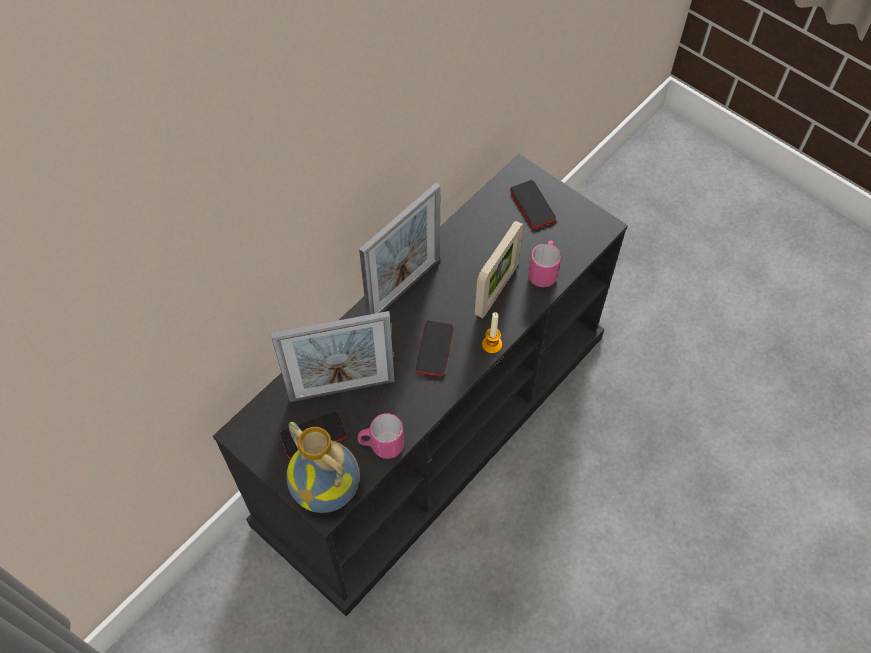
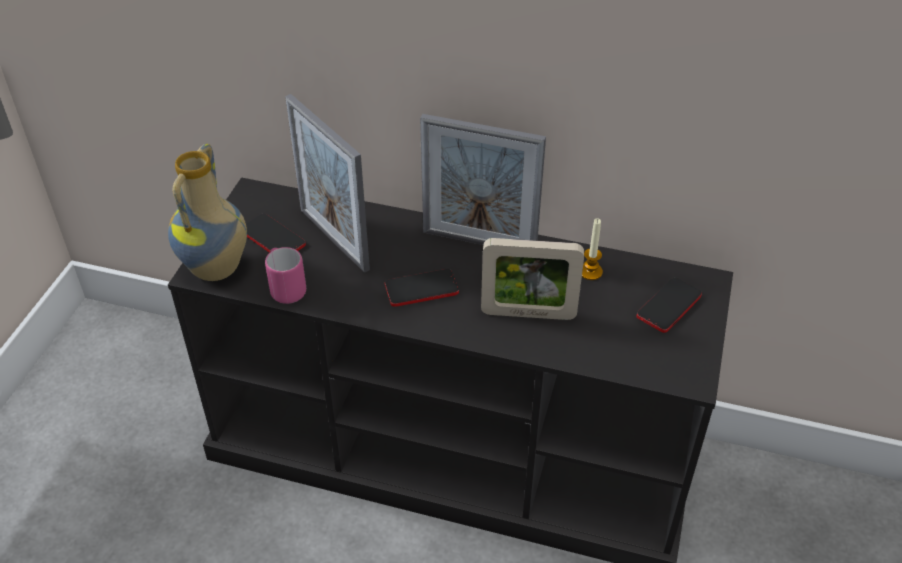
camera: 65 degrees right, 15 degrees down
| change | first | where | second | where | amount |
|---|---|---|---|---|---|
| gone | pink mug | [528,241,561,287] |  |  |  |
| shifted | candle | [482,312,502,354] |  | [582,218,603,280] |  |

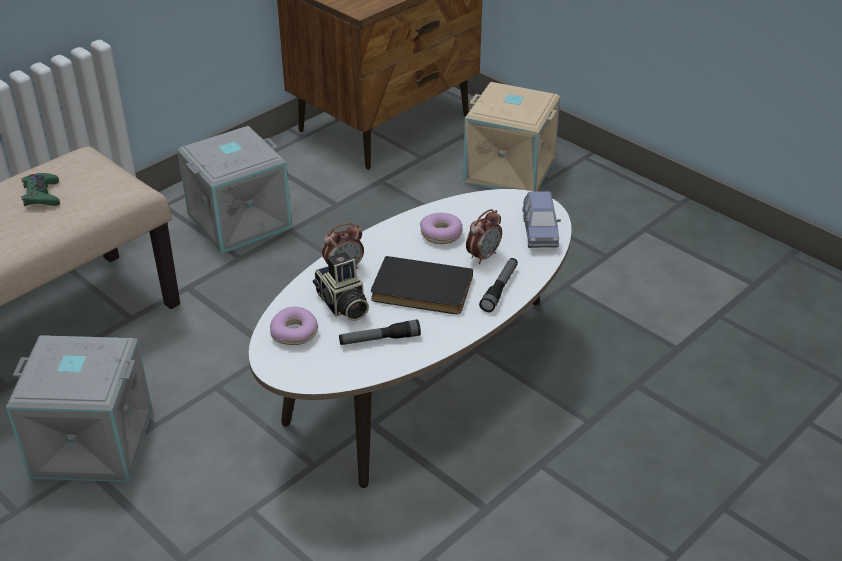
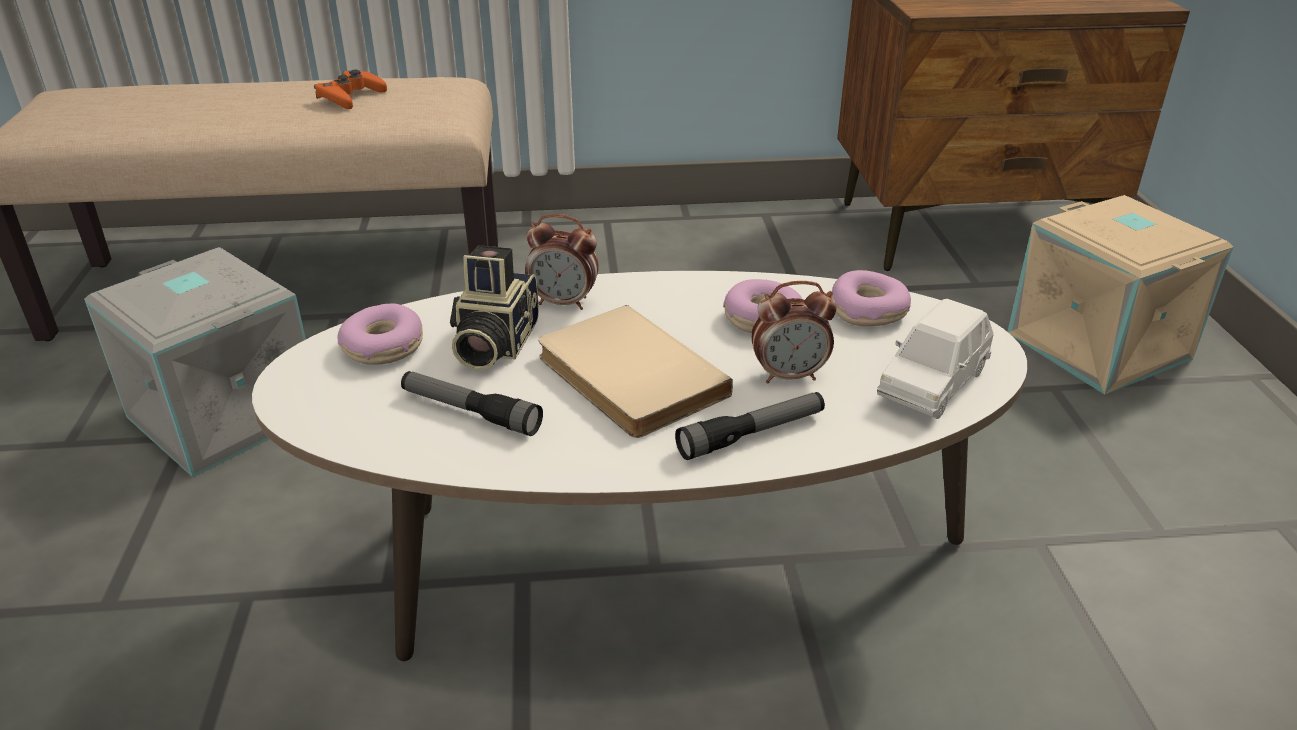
camera: 40 degrees right, 5 degrees down
| change | first | where | second | where | amount |
|---|---|---|---|---|---|
| gone | grey storage box | [177,126,292,254] |  |  |  |
| new |  |  | donut | [831,270,911,326] |  |
| repainted | green game controller | [21,173,60,206] | orange game controller | [314,70,387,109] |  |
| repainted | black book | [371,256,473,314] | beige book | [538,305,733,438] |  |
| repainted | blue toy car | [522,191,561,248] | white toy car | [877,299,994,419] |  |

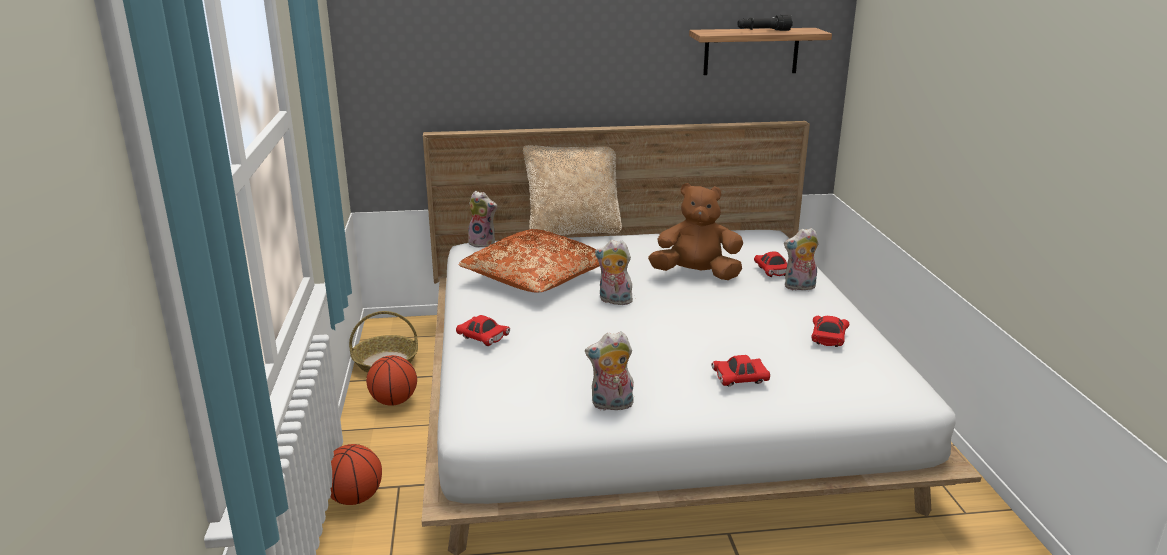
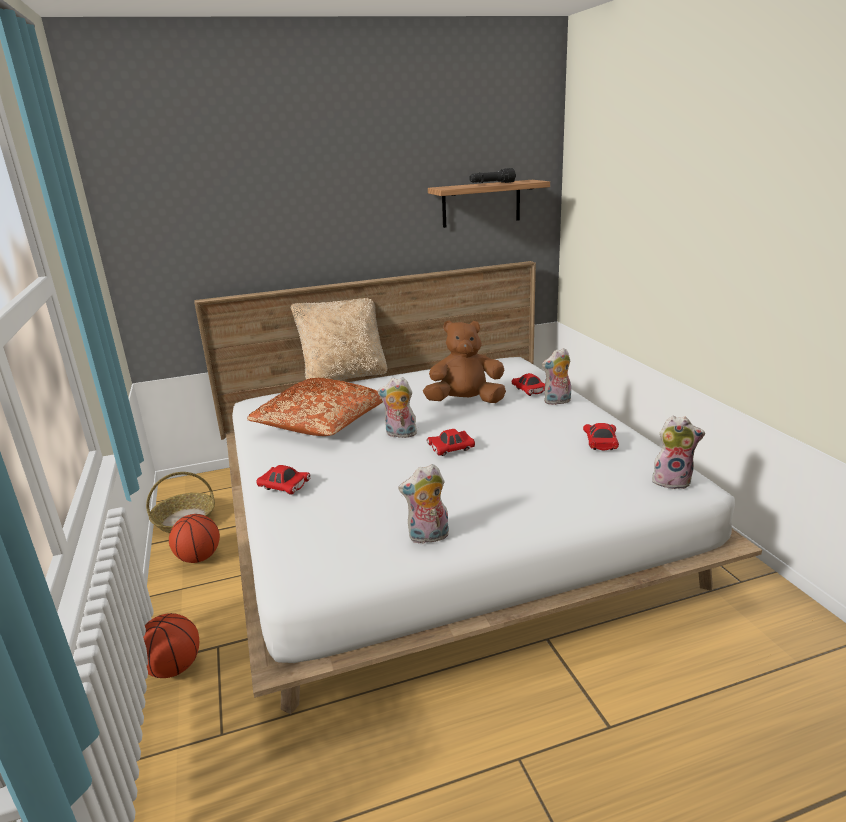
camera: 10 degrees left, 0 degrees up
| change | first | where | second | where | amount |
|---|---|---|---|---|---|
| shifted | plush toy | [467,191,497,248] |  | [651,416,705,489] |  |
| shifted | red toy car | [711,355,770,386] |  | [427,429,475,456] |  |

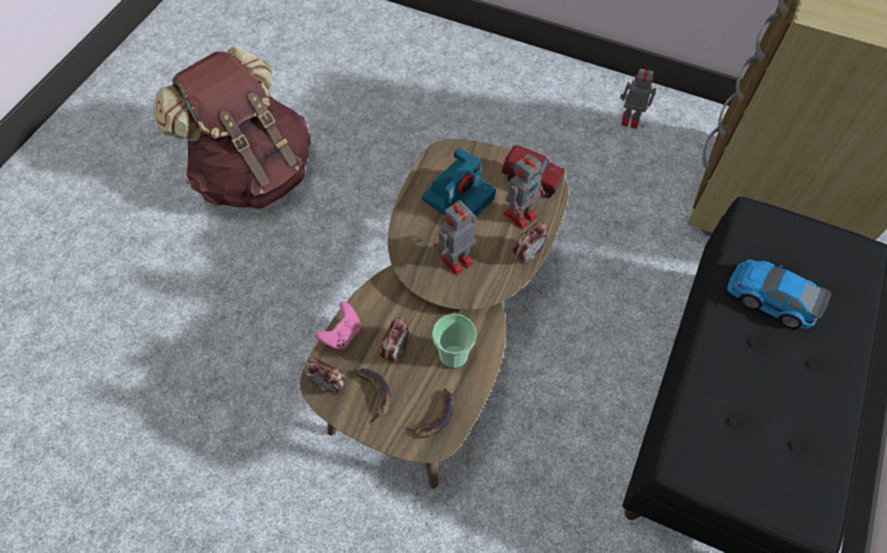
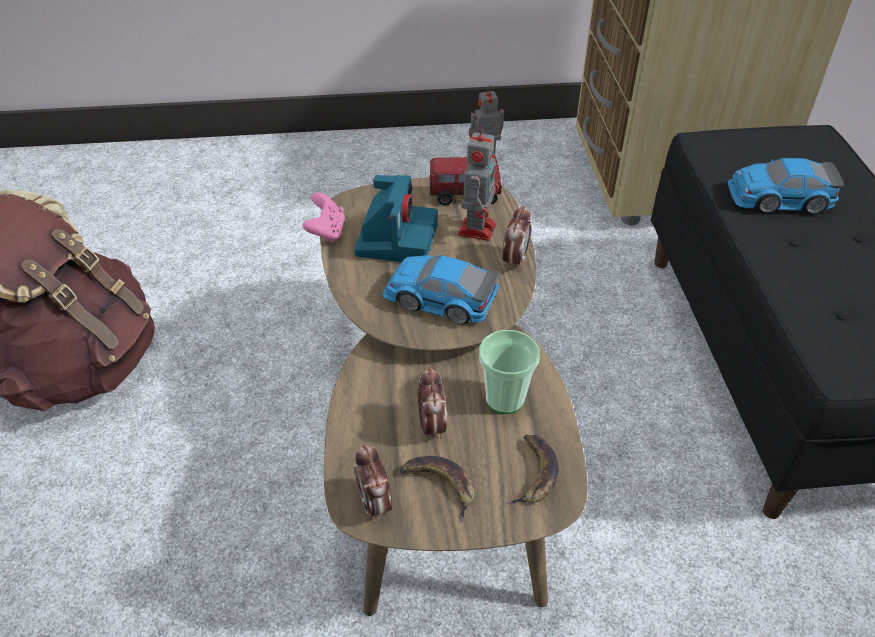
camera: 30 degrees left, 15 degrees down
| change | first | where | second | where | amount |
|---|---|---|---|---|---|
| shifted | pink game controller | [315,301,361,350] |  | [303,192,345,243] |  |
| swapped | toy robot | [434,201,476,276] | toy car | [383,254,499,325] |  |
| rotated | alarm clock | [306,358,346,394] |  | [354,444,392,520] | 75 degrees clockwise |

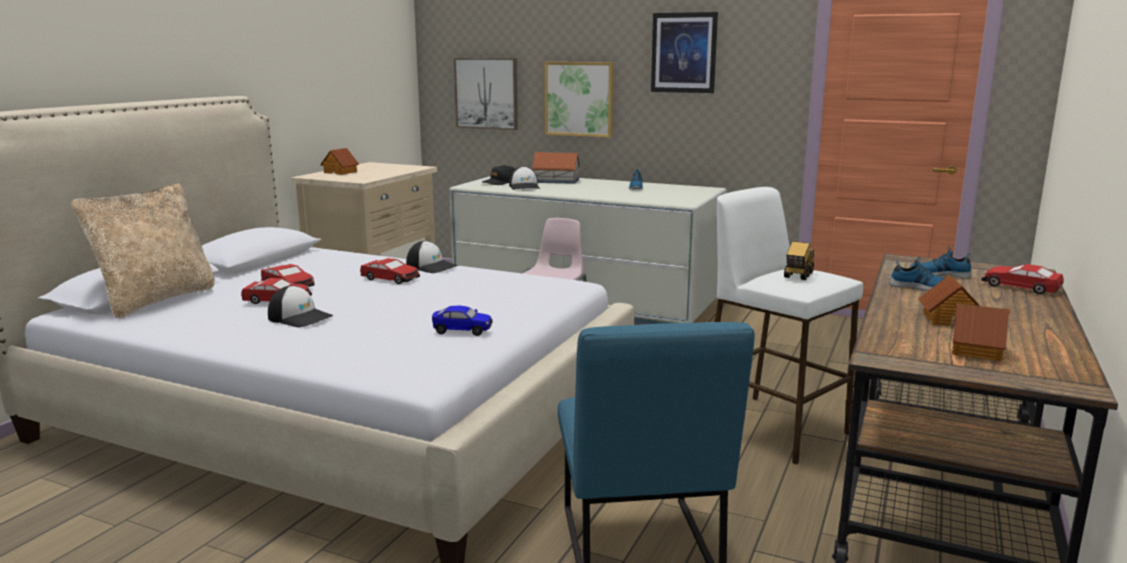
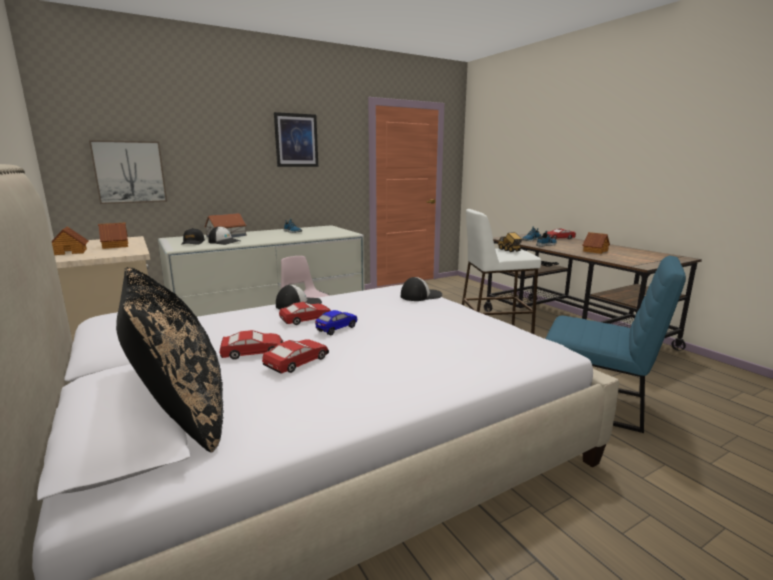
camera: 55 degrees left, 0 degrees up
| change | first | where | second | where | amount |
|---|---|---|---|---|---|
| gone | picture | [545,62,614,138] |  |  |  |
| shifted | cap | [268,285,333,327] |  | [401,277,443,301] |  |
| shifted | toy car | [432,306,493,336] |  | [315,310,358,336] |  |
| shifted | toy house | [952,303,1010,361] |  | [98,223,128,249] |  |
| repainted | beige pillow | [71,183,215,319] | black pillow | [116,267,224,453] |  |

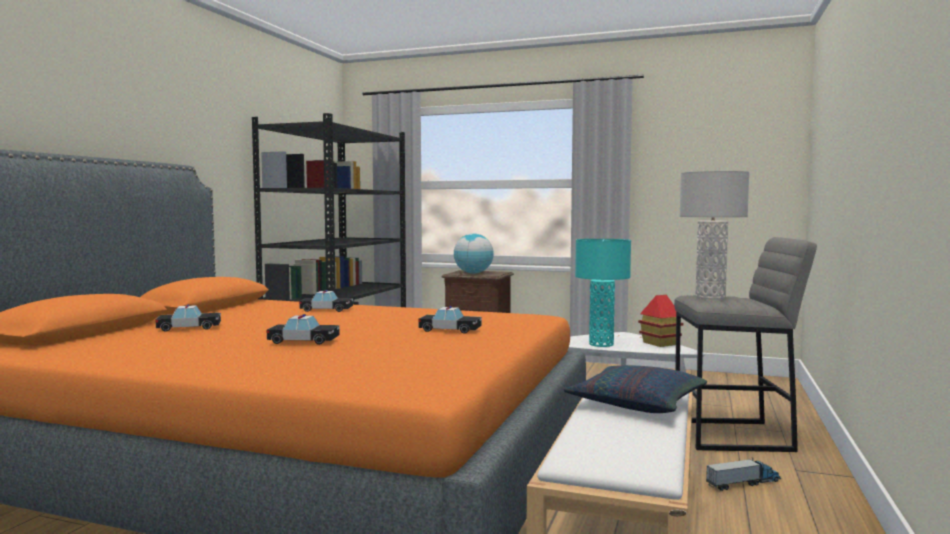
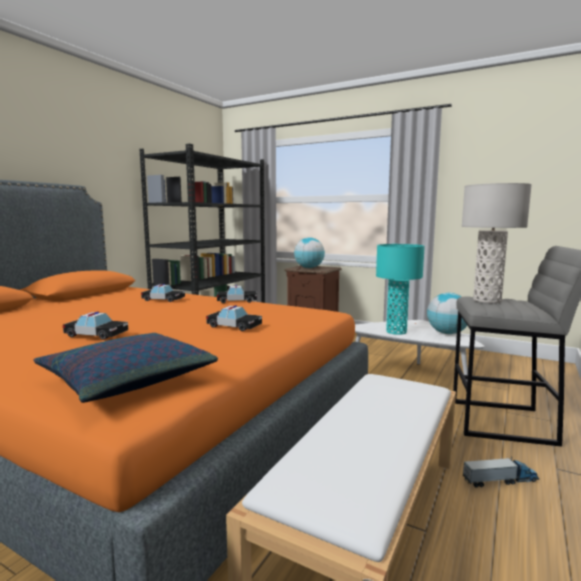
camera: 10 degrees right, 5 degrees up
| change | first | where | second | where | amount |
|---|---|---|---|---|---|
| shifted | toy car | [155,305,221,332] |  | [217,285,257,303] |  |
| shifted | blue pillow | [563,365,707,413] |  | [33,333,218,403] |  |
| swapped | toy house | [638,295,683,347] | globe | [427,293,467,334] |  |

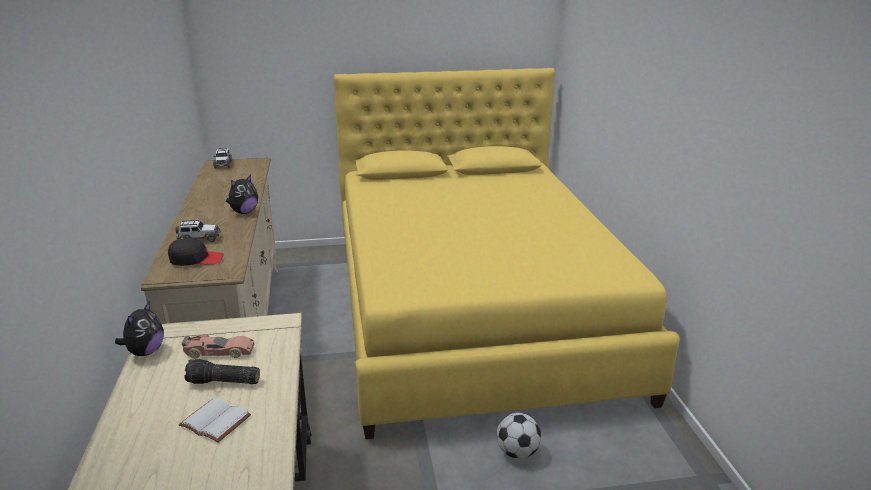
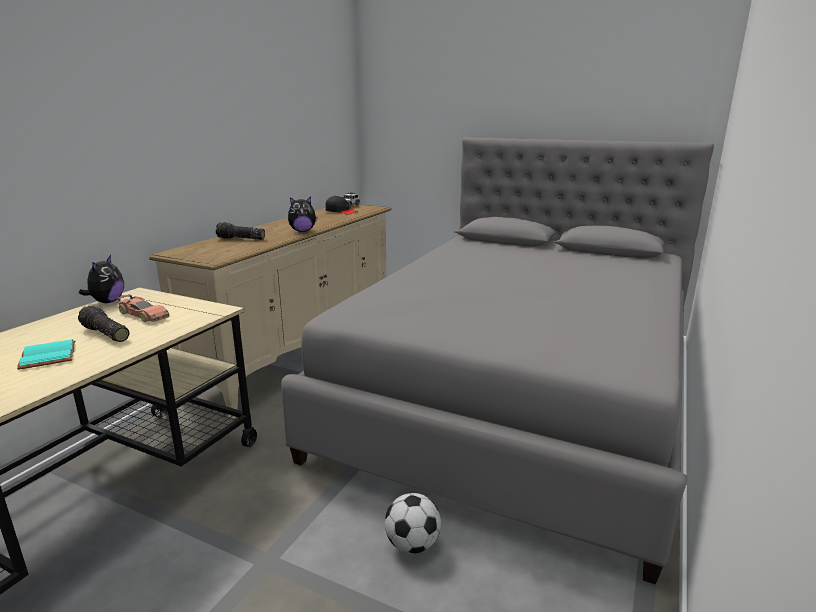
camera: 35 degrees right, 5 degrees down
| change | first | where | second | where | amount |
|---|---|---|---|---|---|
| shifted | black cap | [168,238,223,266] |  | [325,195,358,214] |  |
| swapped | toy car | [175,220,220,242] | flashlight | [216,222,265,240] |  |
| repainted | white book | [178,398,251,443] | turquoise book | [17,339,76,370] |  |
| repainted | yellow bed | [333,68,680,439] | grey bed | [281,137,714,585] |  |
| rotated | plush toy | [115,301,164,356] |  | [79,255,124,303] | 45 degrees counterclockwise |

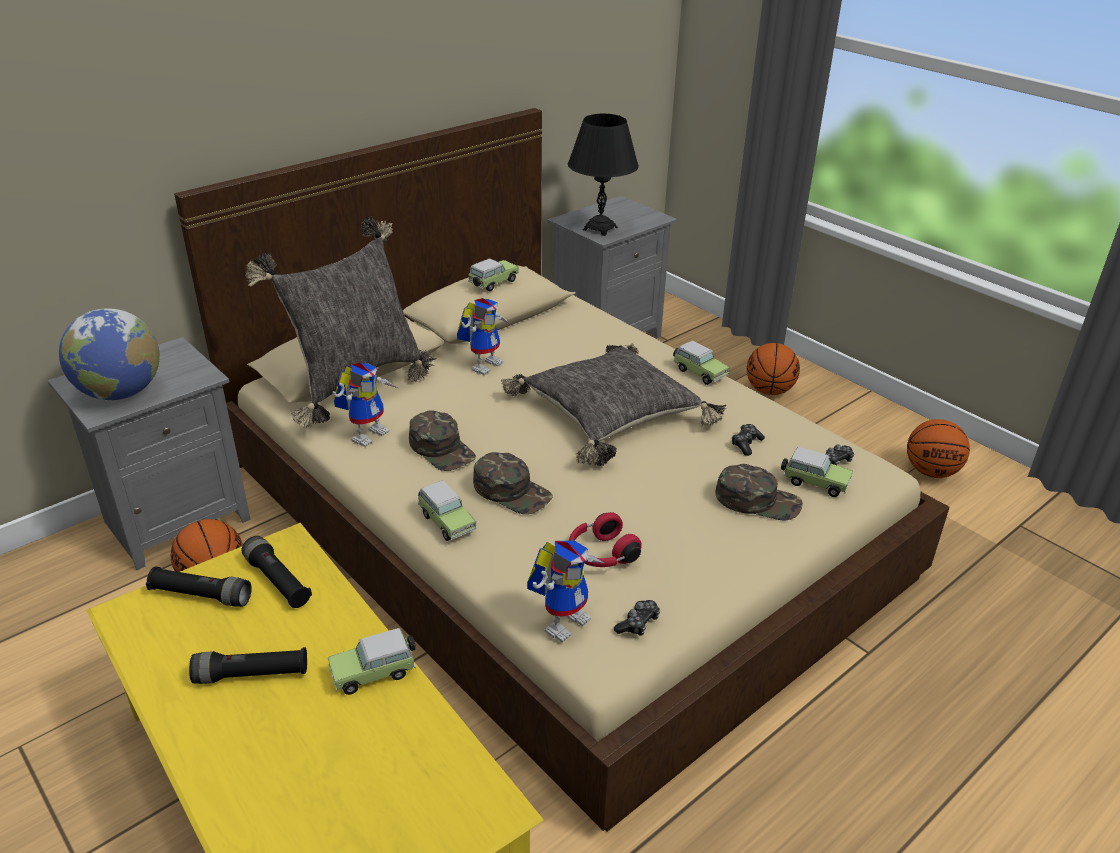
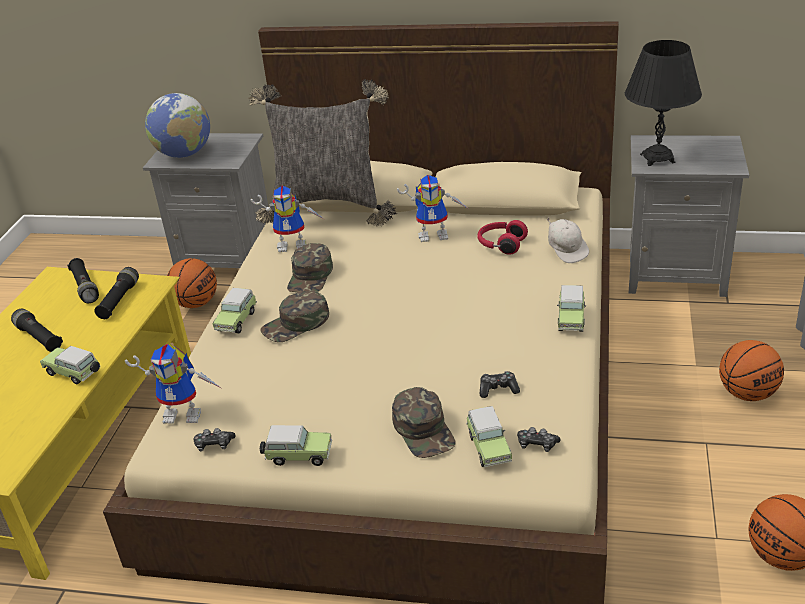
camera: 55 degrees right, 0 degrees up
| change | first | where | second | where | amount |
|---|---|---|---|---|---|
| gone | pillow | [501,343,726,466] |  |  |  |
| new |  |  | white cap | [547,218,589,263] |  |
| shifted | toy car | [468,258,519,291] |  | [260,425,332,466] |  |
| shifted | red headphones | [569,512,642,567] |  | [477,220,528,255] |  |
| rotated | green cap | [473,452,553,514] |  | [260,291,329,342] | 60 degrees clockwise |

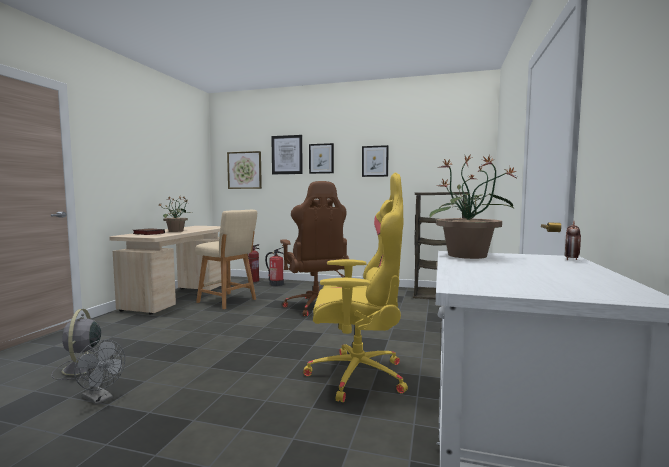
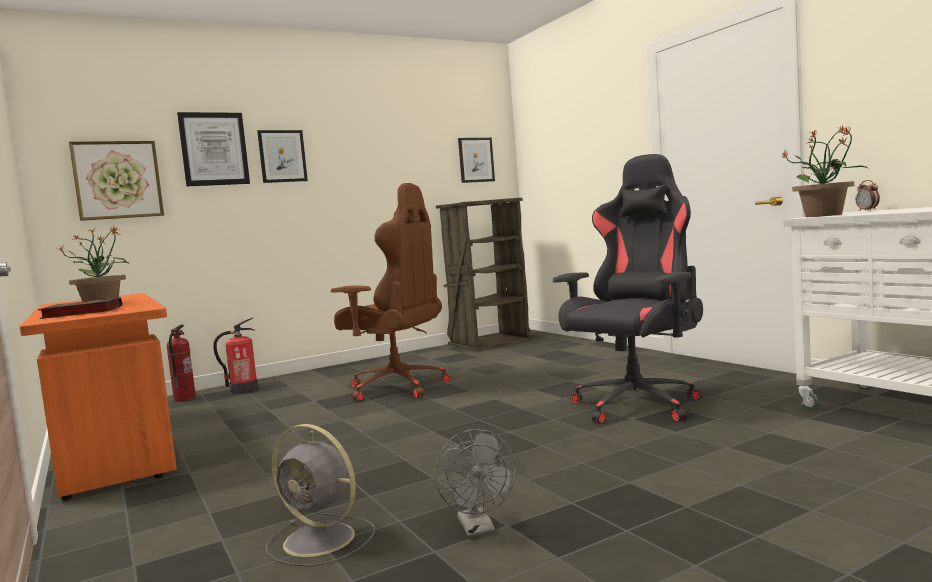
camera: 45 degrees left, 0 degrees up
| change | first | where | second | where | amount |
|---|---|---|---|---|---|
| gone | beige stool | [196,210,257,309] |  |  |  |
| shifted | picture | [362,145,389,177] |  | [458,138,495,183] |  |
| repainted | beige desk | [109,226,231,314] | orange desk | [19,293,177,500] |  |
| repainted | yellow office chair | [303,172,408,402] | black office chair | [553,154,703,423] |  |
| rotated | grey fan | [74,339,125,405] |  | [435,429,516,538] | 90 degrees clockwise |

